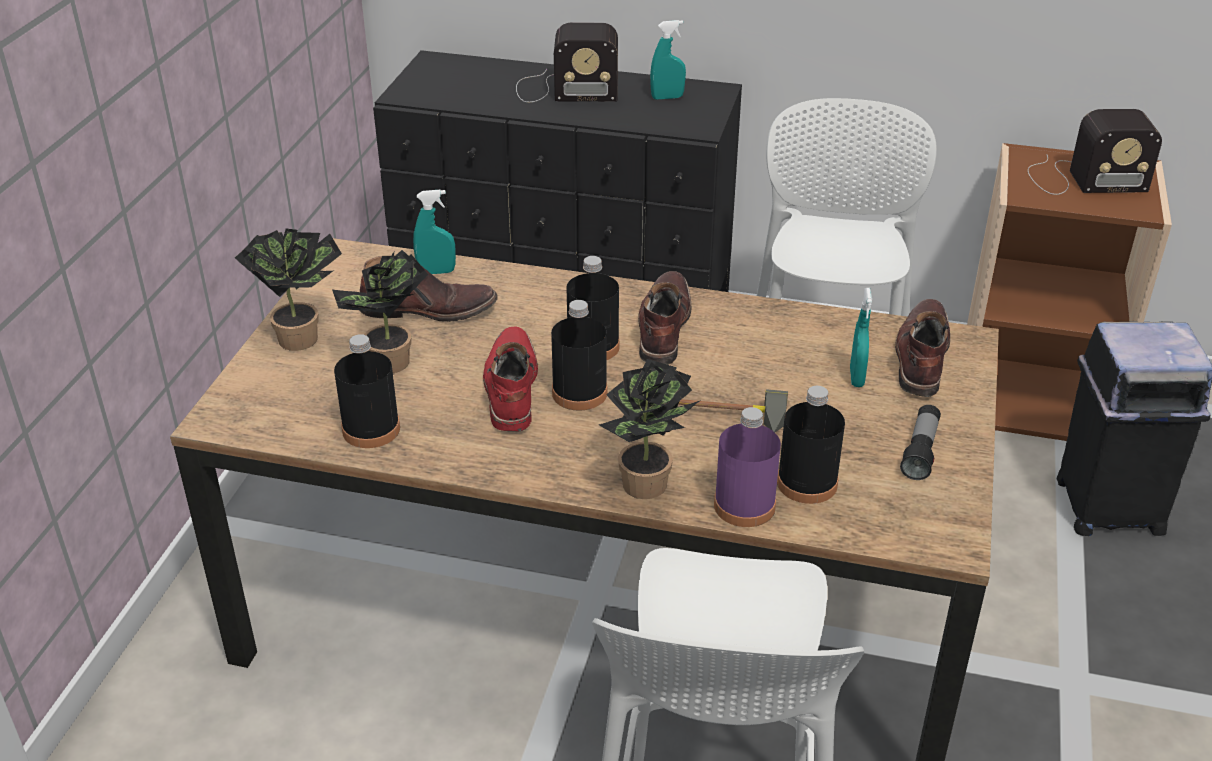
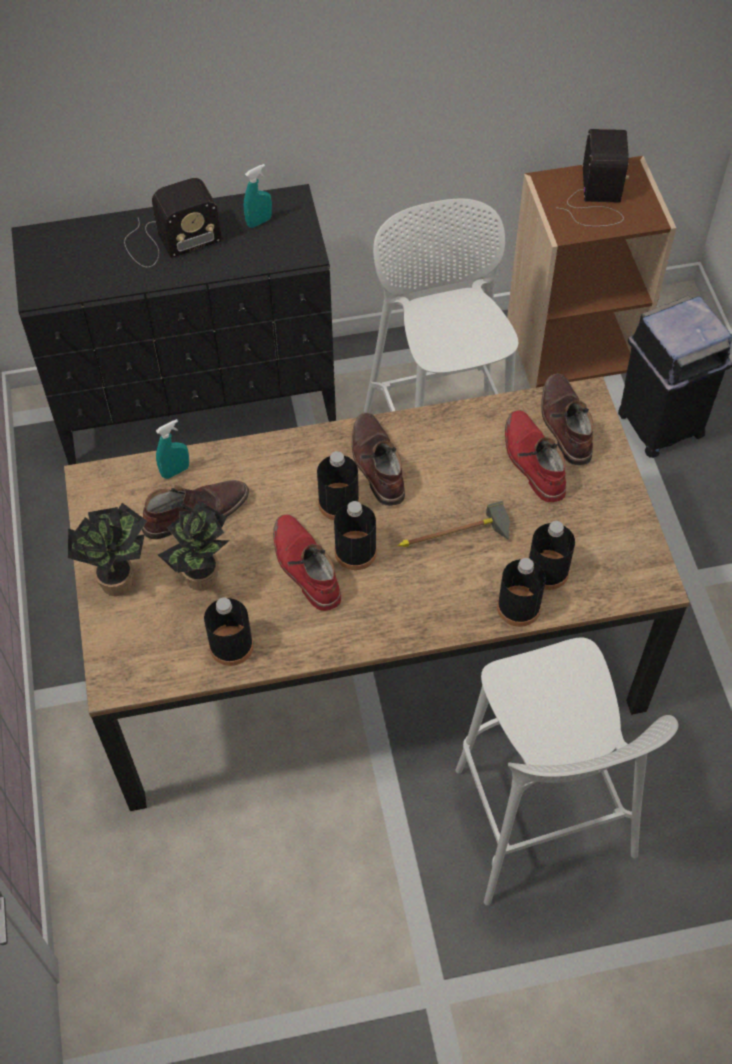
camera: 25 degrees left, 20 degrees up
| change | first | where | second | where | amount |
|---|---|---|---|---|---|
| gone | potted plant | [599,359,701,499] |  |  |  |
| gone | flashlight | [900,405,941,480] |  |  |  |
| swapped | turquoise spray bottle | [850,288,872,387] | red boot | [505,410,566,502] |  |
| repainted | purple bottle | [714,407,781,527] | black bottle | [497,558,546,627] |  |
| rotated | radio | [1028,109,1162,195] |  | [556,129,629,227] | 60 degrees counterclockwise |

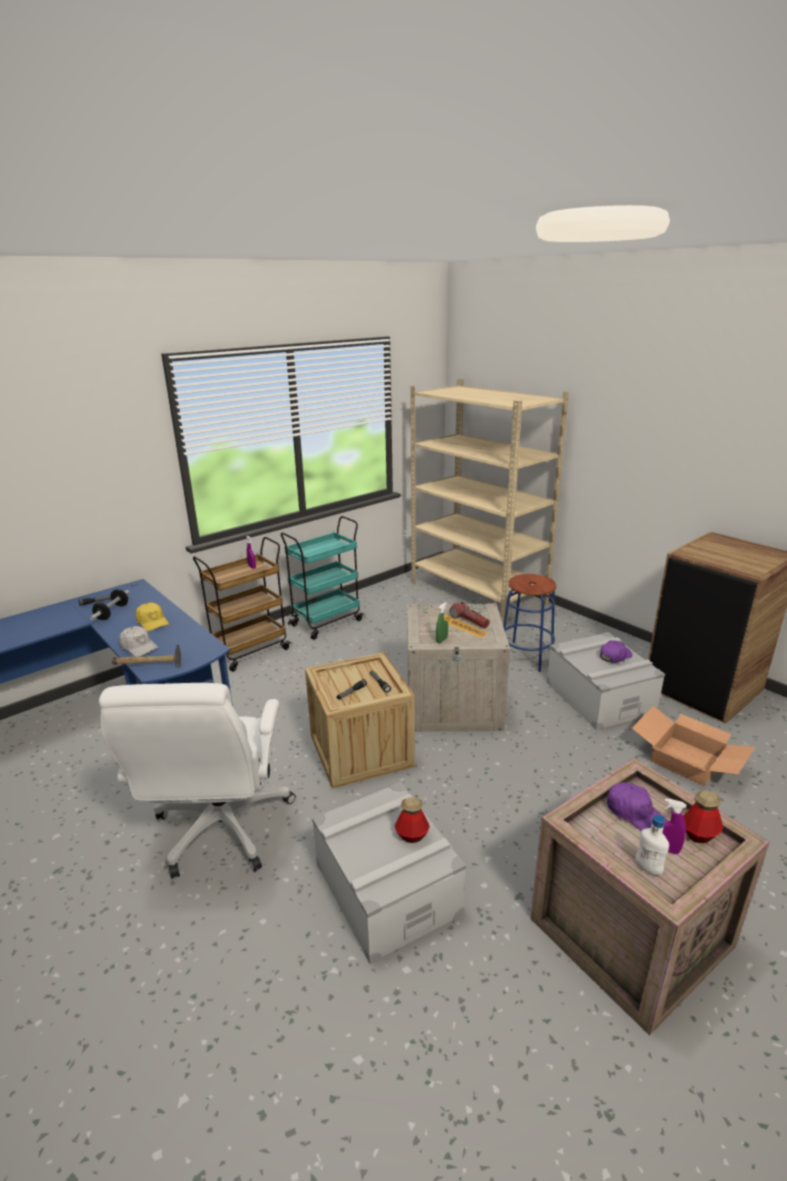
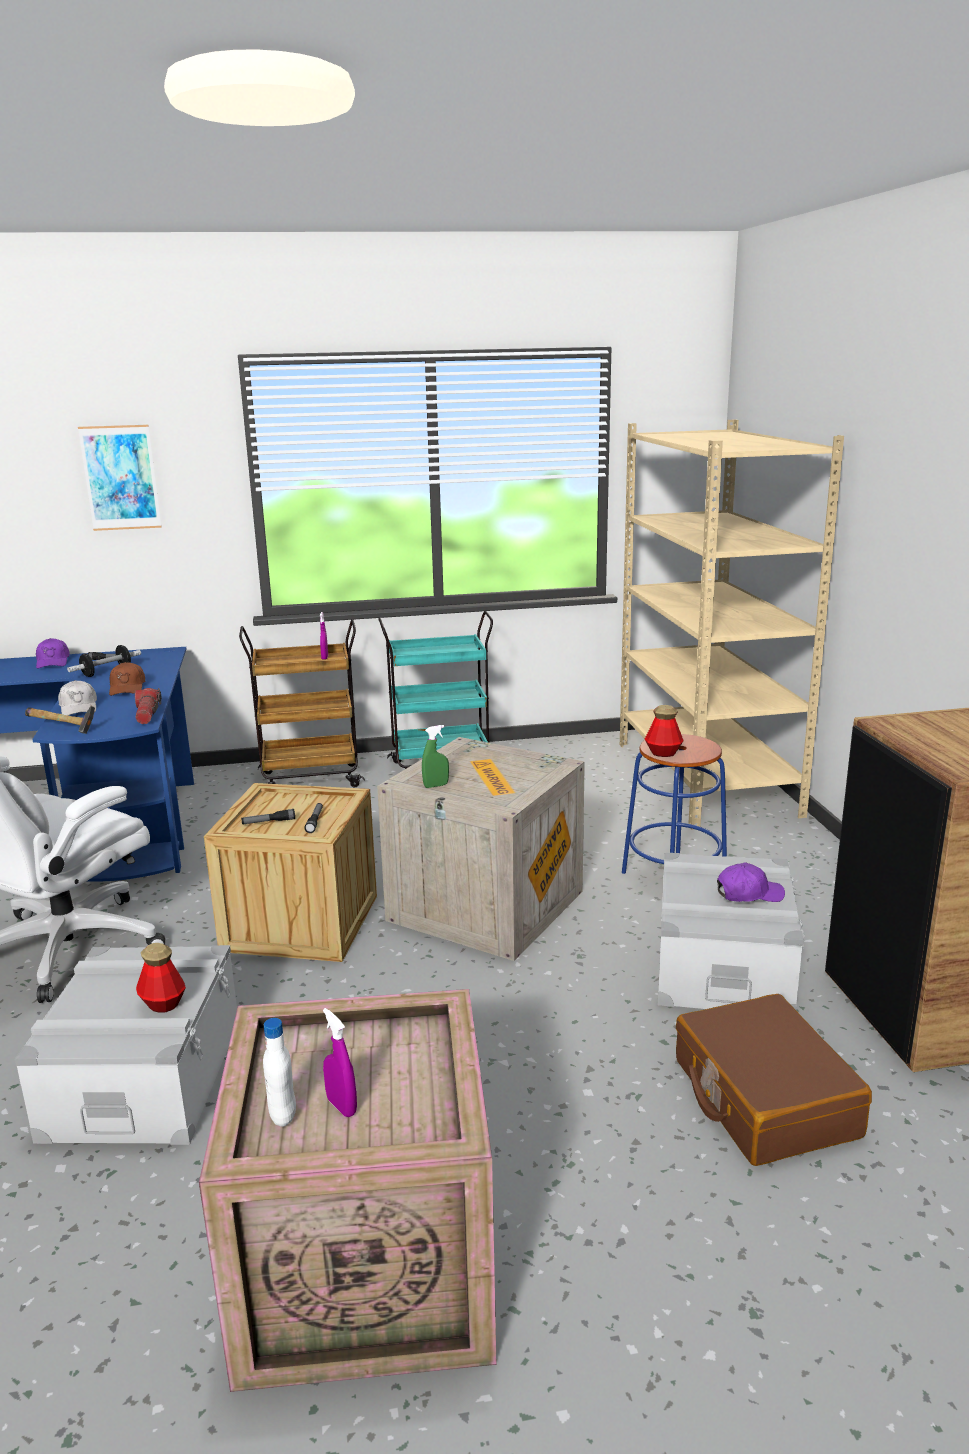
camera: 30 degrees right, 5 degrees down
| change | first | where | second | where | amount |
|---|---|---|---|---|---|
| new |  |  | picture | [78,425,162,531] |  |
| shifted | flashlight | [450,602,490,629] |  | [135,688,162,724] |  |
| shifted | purple cap | [607,783,668,831] |  | [36,638,70,669] |  |
| shifted | bottle | [683,791,723,843] |  | [645,705,684,757] |  |
| swapped | cardboard box | [632,706,755,786] | brown suitcase | [676,994,872,1166] |  |
| repainted | yellow cap | [136,603,169,631] | brown cap | [109,662,145,696] |  |

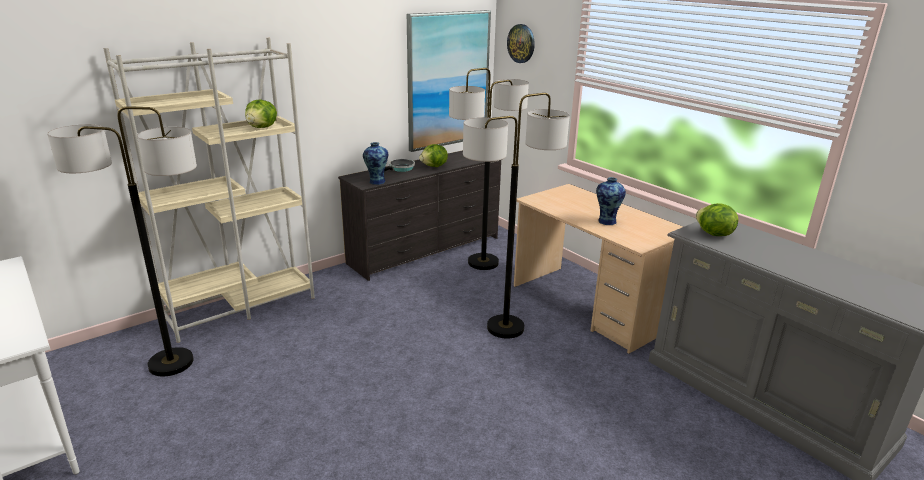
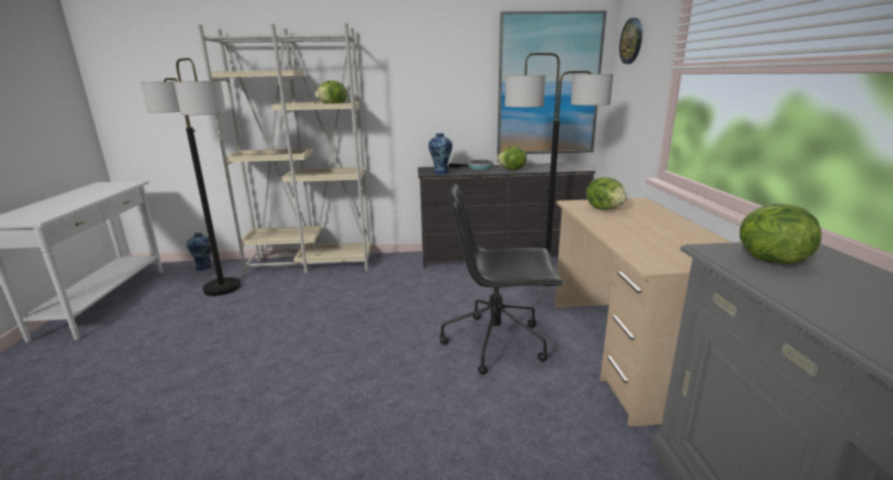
camera: 35 degrees right, 5 degrees down
| change | first | where | second | where | amount |
|---|---|---|---|---|---|
| new |  |  | lettuce | [586,177,627,210] |  |
| shifted | vase | [596,177,626,225] |  | [187,233,212,271] |  |
| swapped | floor lamp | [463,93,570,339] | black office chair | [440,184,565,375] |  |

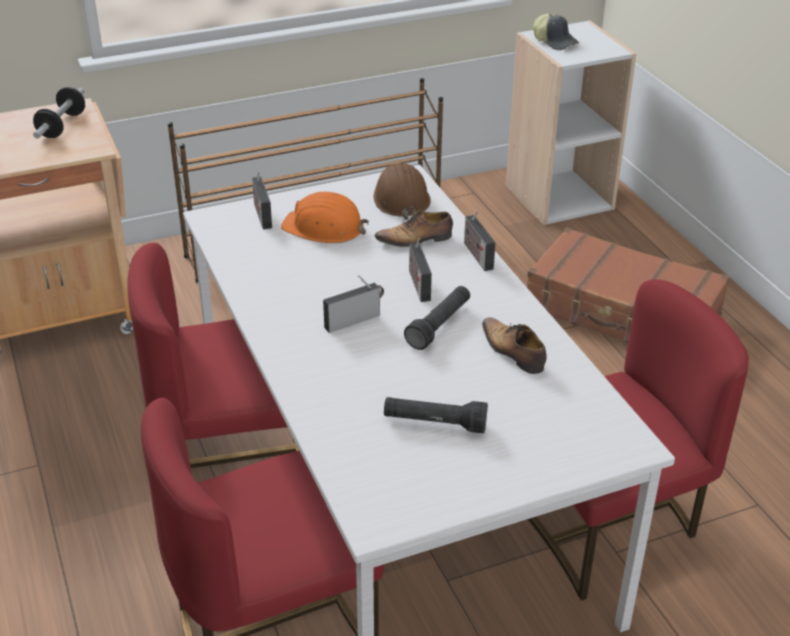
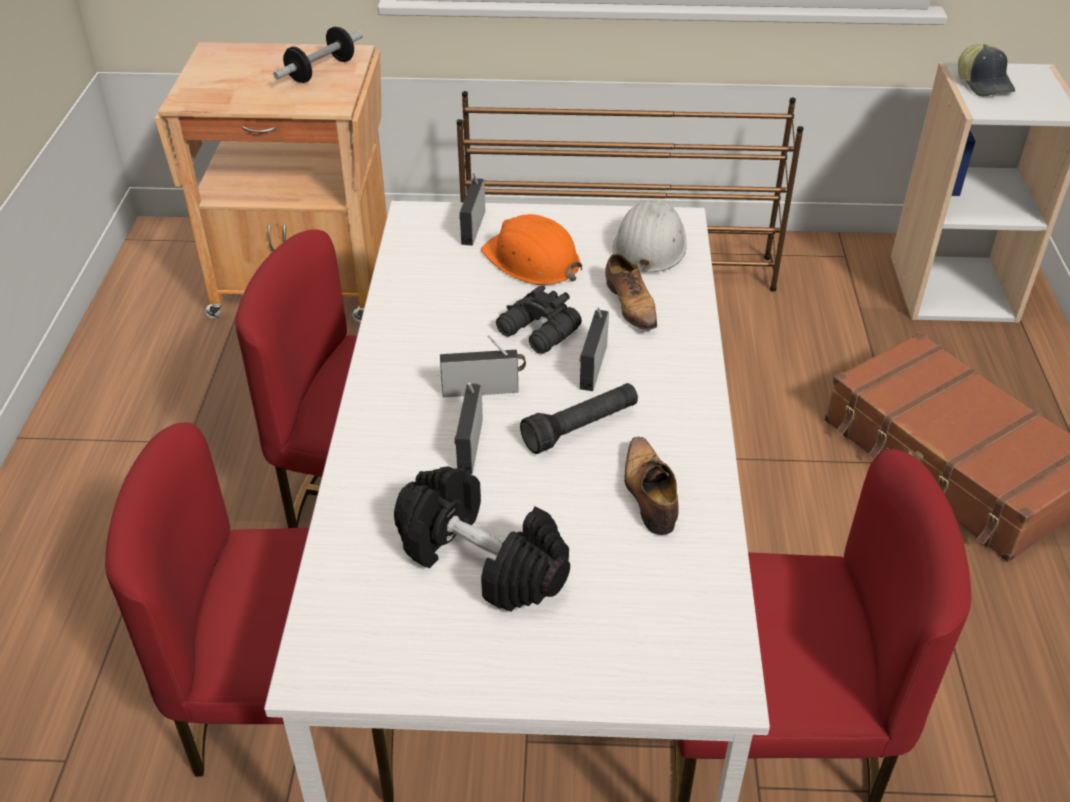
camera: 25 degrees right, 5 degrees up
| change | first | where | second | where | amount |
|---|---|---|---|---|---|
| new |  |  | black binoculars | [496,285,582,354] |  |
| shifted | radio | [464,210,495,271] |  | [454,383,483,474] |  |
| swapped | black flashlight | [384,397,488,433] | black dumbbell | [394,466,570,612] |  |
| repainted | brown hard hat | [374,163,431,220] | white hard hat | [612,199,686,272] |  |
| rotated | shoe | [375,210,453,247] |  | [605,253,657,330] | 120 degrees counterclockwise |

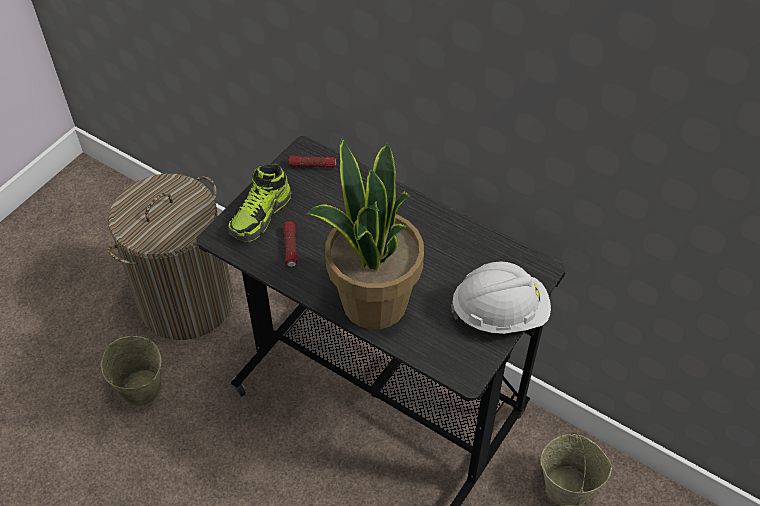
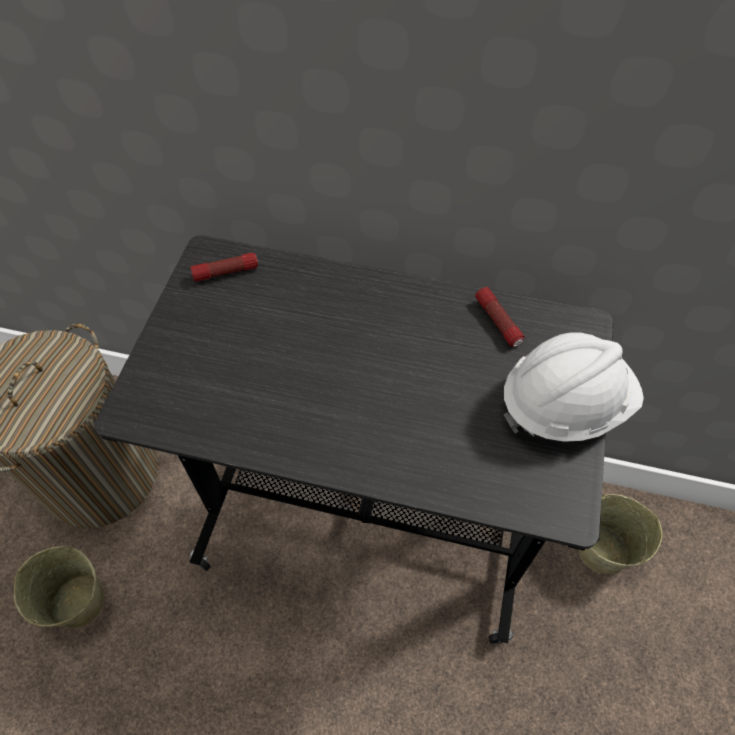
camera: 20 degrees left, 5 degrees up
| change | first | where | second | where | amount |
|---|---|---|---|---|---|
| gone | shoe | [228,163,291,242] |  |  |  |
| gone | potted plant | [306,138,424,329] |  |  |  |
| shifted | flashlight | [283,221,298,267] |  | [475,287,524,347] |  |

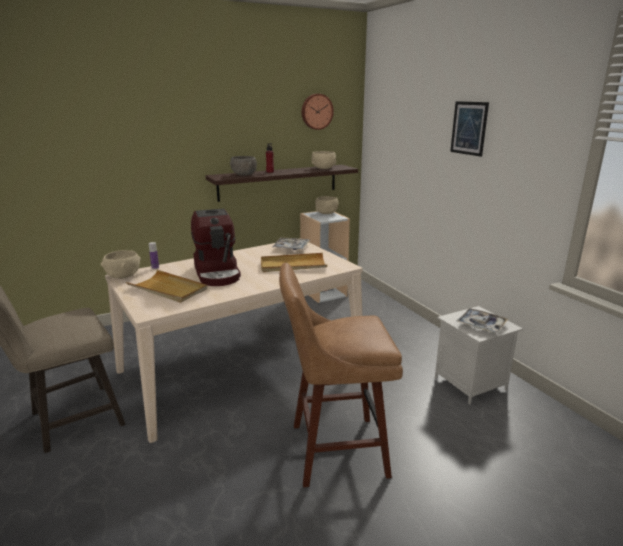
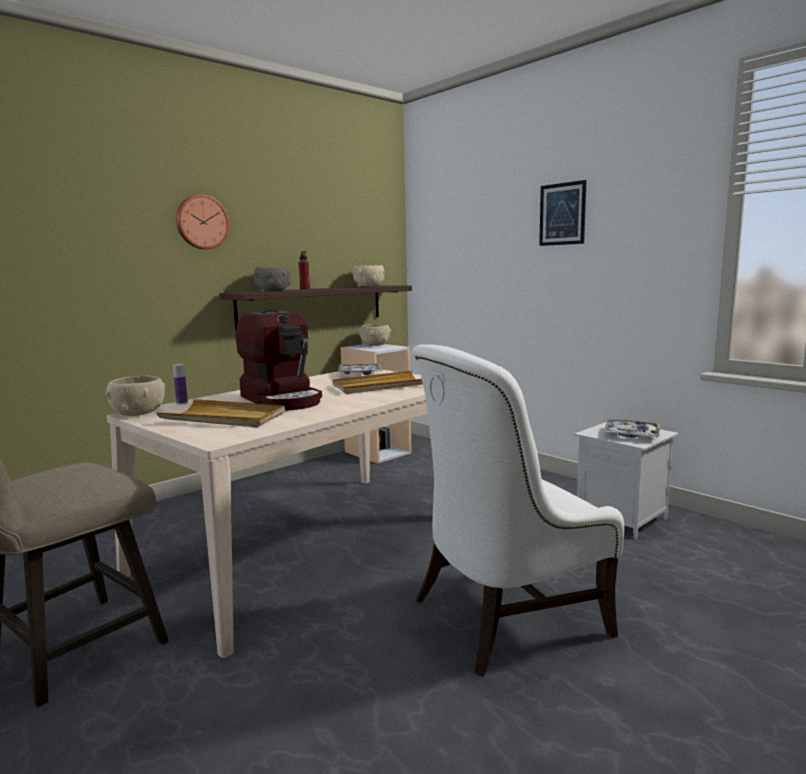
camera: 15 degrees left, 10 degrees down
| change | first | where | second | where | amount |
|---|---|---|---|---|---|
| shifted | wall clock | [302,94,334,130] |  | [176,195,229,249] |  |
| swapped | brown stool | [279,263,403,487] | white chair | [412,344,624,677] |  |

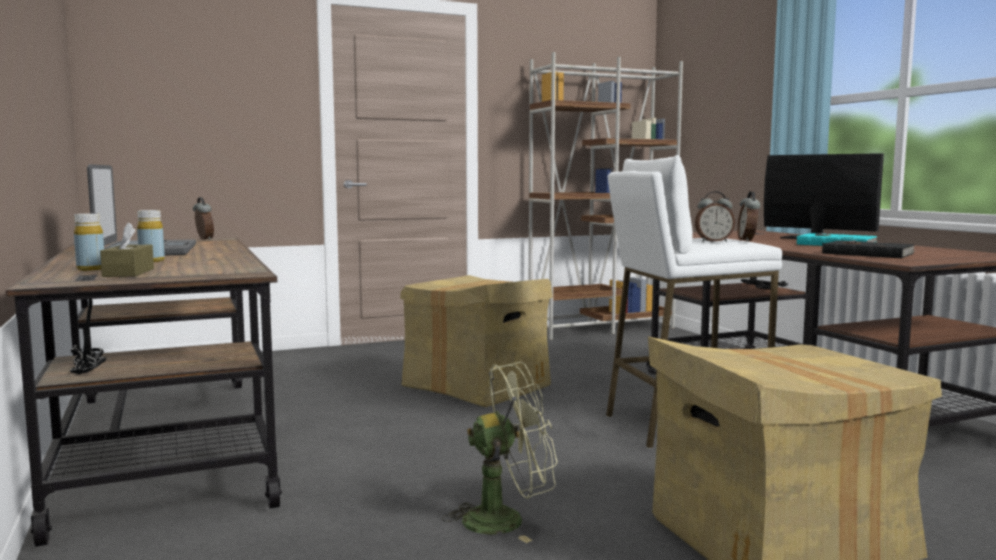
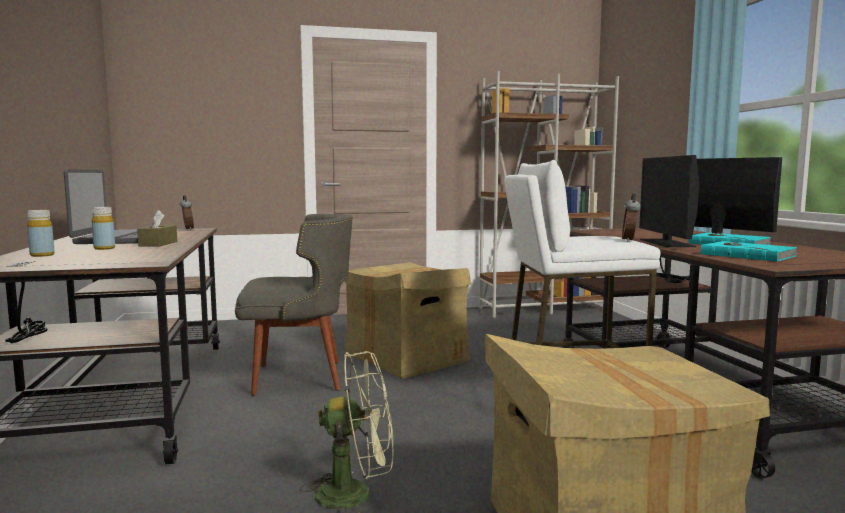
camera: 10 degrees right, 0 degrees up
| change | first | where | second | where | amount |
|---|---|---|---|---|---|
| gone | alarm clock | [695,191,735,242] |  |  |  |
| new |  |  | grey chair | [235,214,353,395] |  |
| new |  |  | monitor | [639,155,699,247] |  |
| shifted | brown tissue box | [100,223,154,277] |  | [137,210,177,247] |  |
| repainted | black book | [821,240,915,258] | turquoise book | [701,241,797,262] |  |

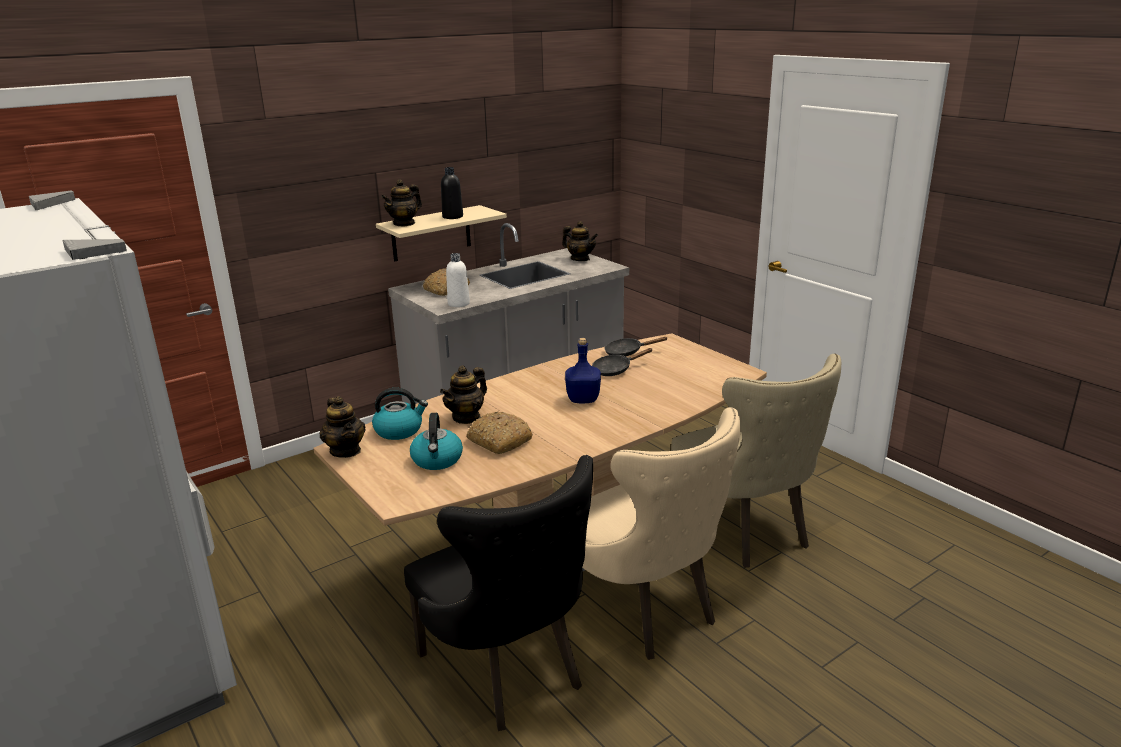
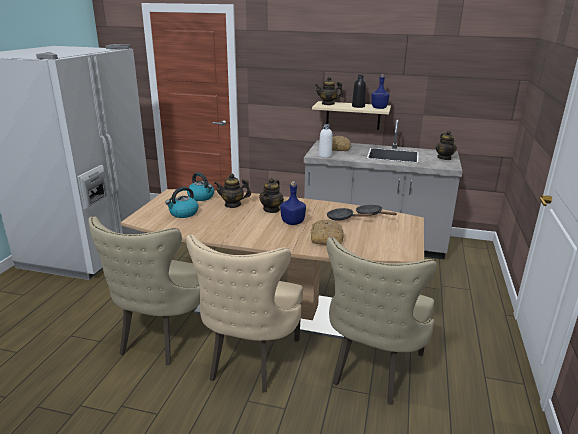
camera: 50 degrees right, 0 degrees up
| change | first | where | second | where | amount |
|---|---|---|---|---|---|
| new |  |  | blue bottle | [371,74,390,109] |  |
| shifted | teapot | [320,396,366,458] |  | [259,178,284,213] |  |
| shifted | bread | [467,411,533,454] |  | [311,219,344,245] |  |
| repainted | black chair | [404,455,593,731] | beige chair | [88,216,200,365] |  |

